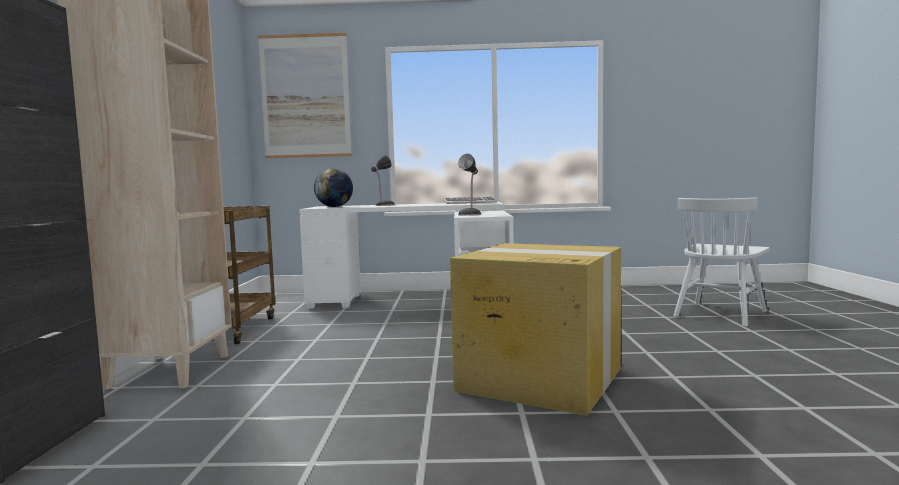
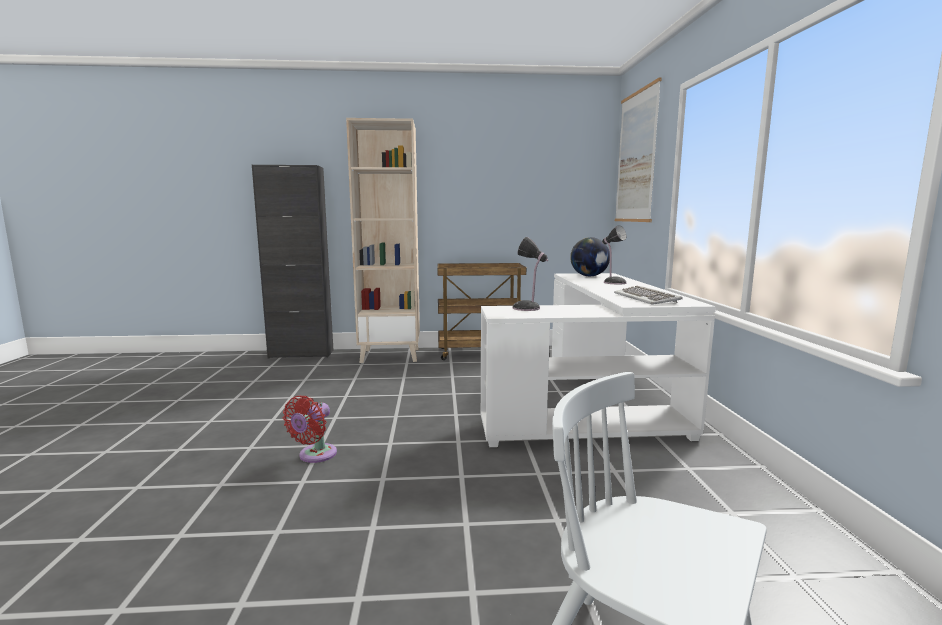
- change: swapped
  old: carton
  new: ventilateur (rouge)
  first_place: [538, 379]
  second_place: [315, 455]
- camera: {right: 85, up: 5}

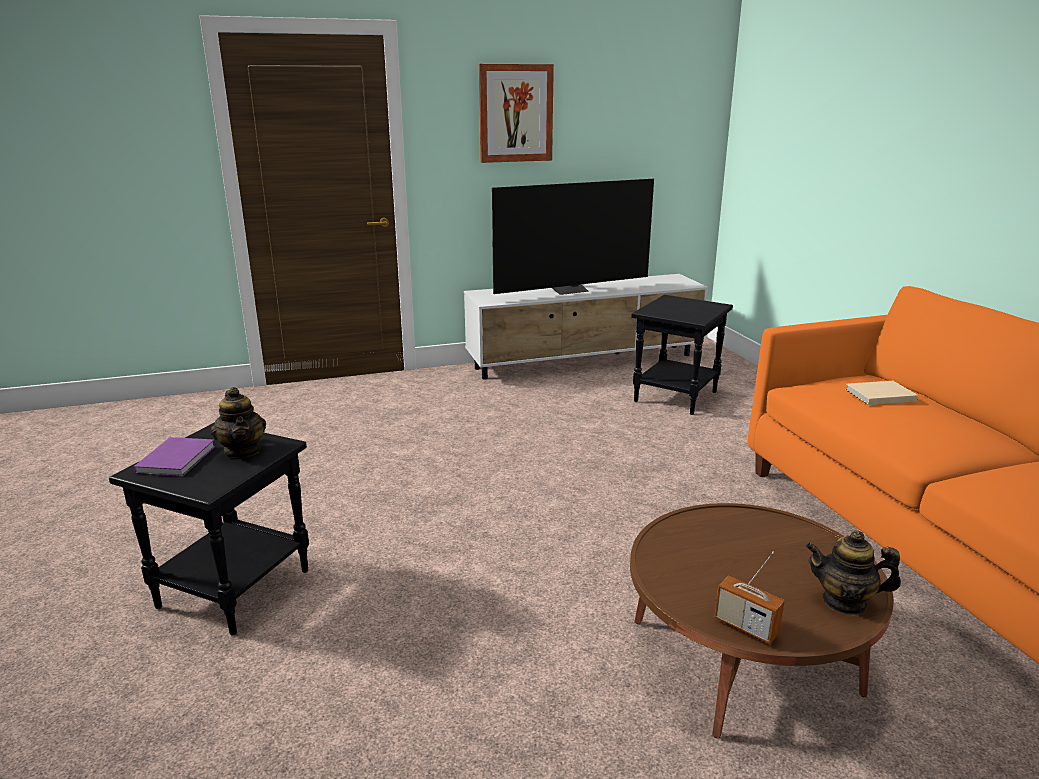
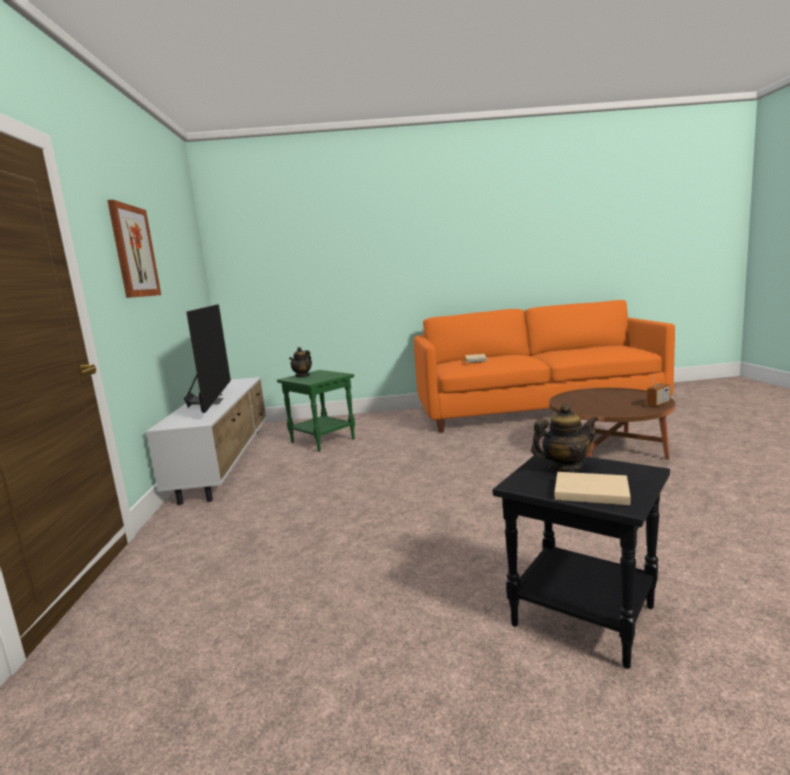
- change: repainted
  old: table d'appoint (noir)
  new: table d'appoint (vert)
  first_place: [676, 397]
  second_place: [324, 440]
- change: repainted
  old: livre (violet)
  new: livre (beige)
  first_place: [178, 459]
  second_place: [589, 490]
- change: shifted
  old: théière
  first_place: [844, 602]
  second_place: [302, 376]
- camera: {right: -75, up: -10}

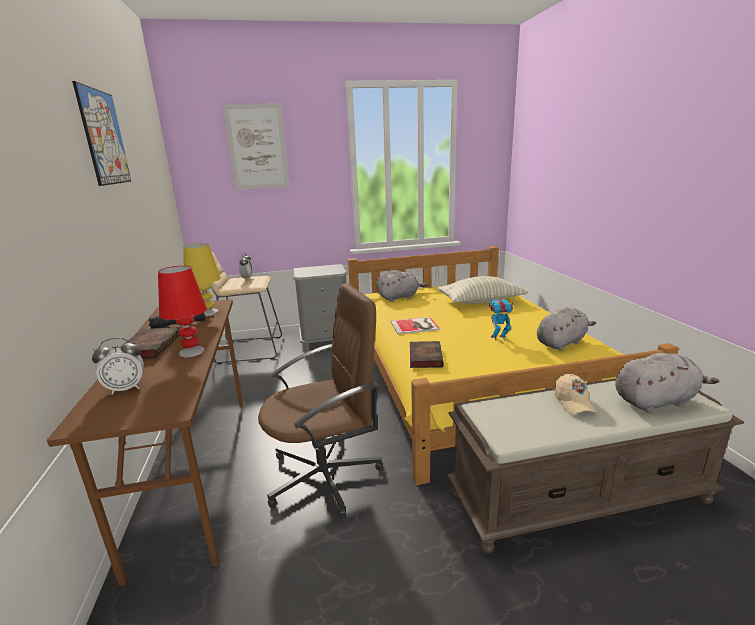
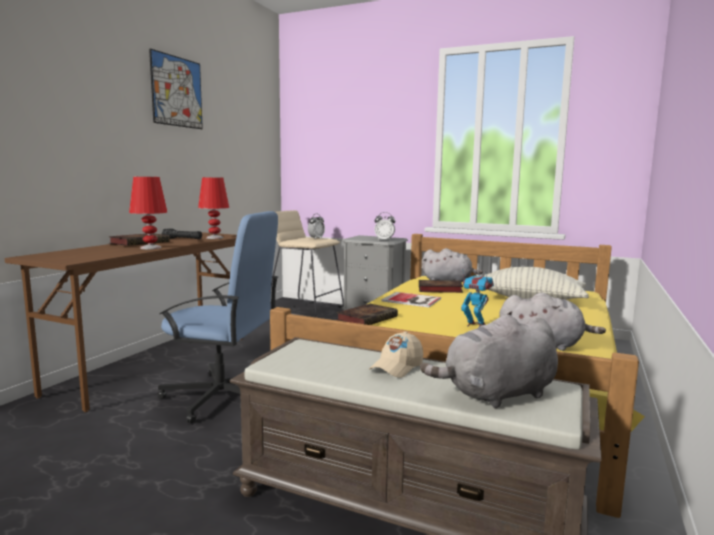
- change: gone
  old: tableau
  first_place: [257, 147]
- change: repainted
  old: lampe de table (jaune)
  new: lampe de table (rouge)
  first_place: [208, 312]
  second_place: [214, 237]
- change: repainted
  old: chaise de bureau (marron)
  new: chaise de bureau (bleu)
  first_place: [325, 475]
  second_place: [222, 397]
- change: shifted
  old: réveil
  first_place: [126, 388]
  second_place: [384, 240]
- change: rotated
  old: peluche (gris)
  first_place: [656, 401]
  second_place: [496, 395]
  degrees: 135
- change: new
  new: livre
  second_place: [438, 289]
- camera: {right: 35, up: -10}

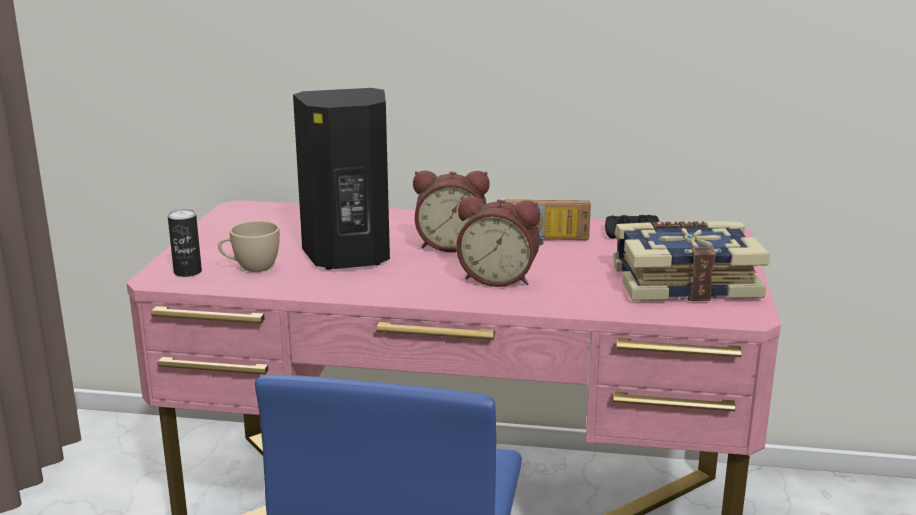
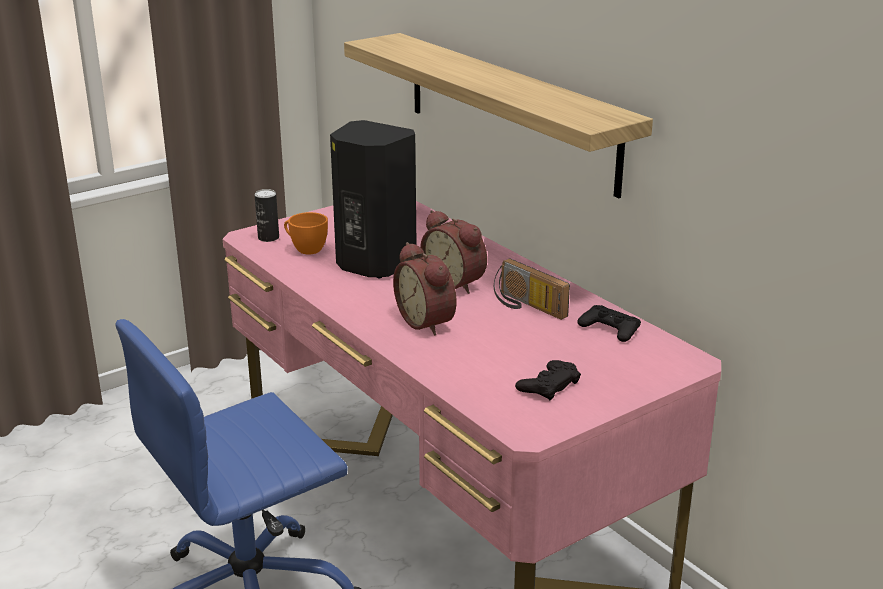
- change: repainted
  old: tasse (beige)
  new: tasse (orange)
  first_place: [251, 268]
  second_place: [305, 249]
- change: swapped
  old: livre
  new: manette (noir)
  first_place: [684, 282]
  second_place: [548, 385]
- change: new
  new: étagère
  second_place: [509, 110]
- camera: {right: 45, up: 5}

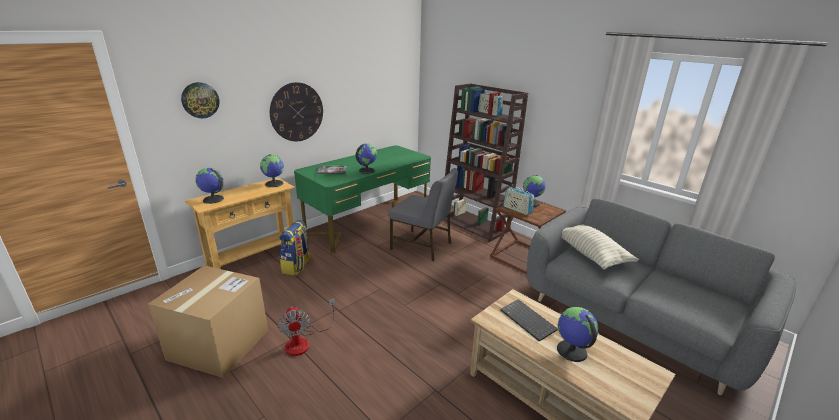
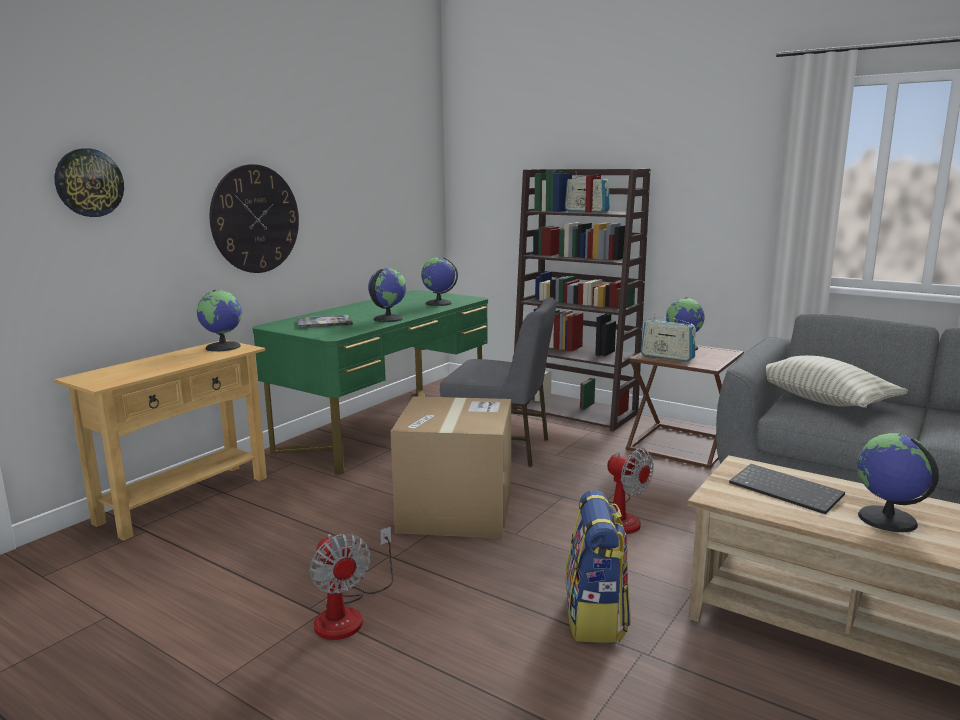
- change: shifted
  old: globe
  first_place: [213, 199]
  second_place: [439, 303]
- change: shifted
  old: sac à dos
  first_place: [297, 266]
  second_place: [596, 618]
- change: shifted
  old: carton
  first_place: [219, 344]
  second_place: [456, 510]
- change: new
  new: ventilateur
  second_place: [620, 517]
- camera: {right: -10, up: -10}

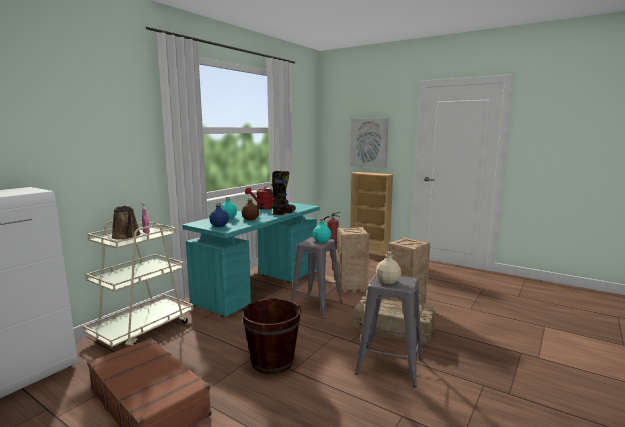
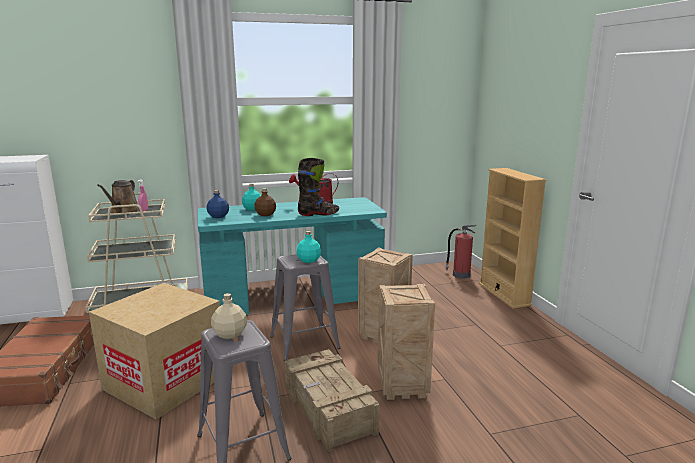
- change: gone
  old: tableau
  first_place: [369, 142]
- change: swapped
  old: seau (marron)
  new: carton
  first_place: [272, 361]
  second_place: [164, 382]
- camera: {right: 40, up: 5}

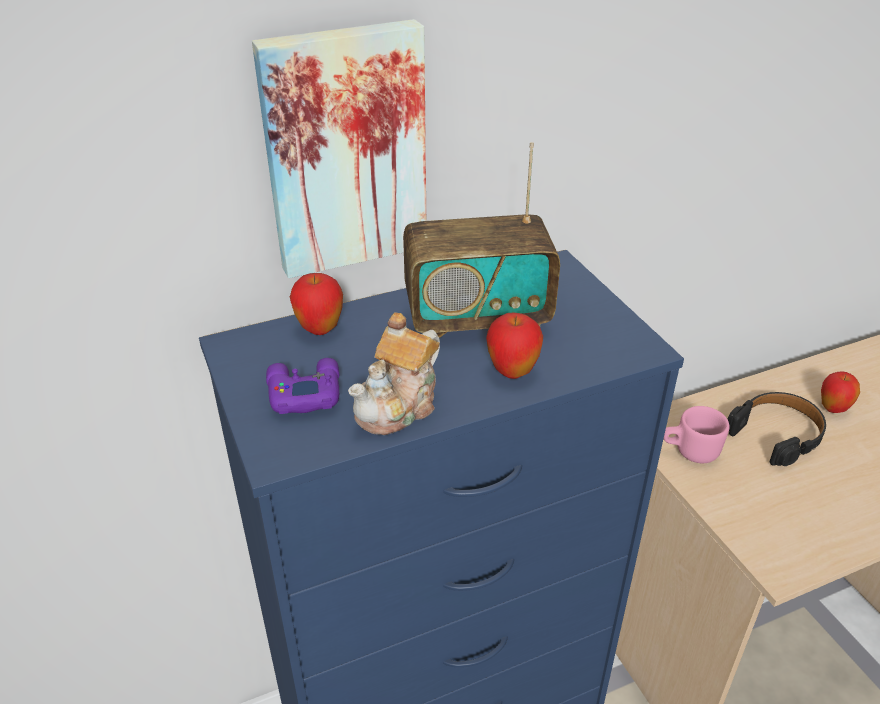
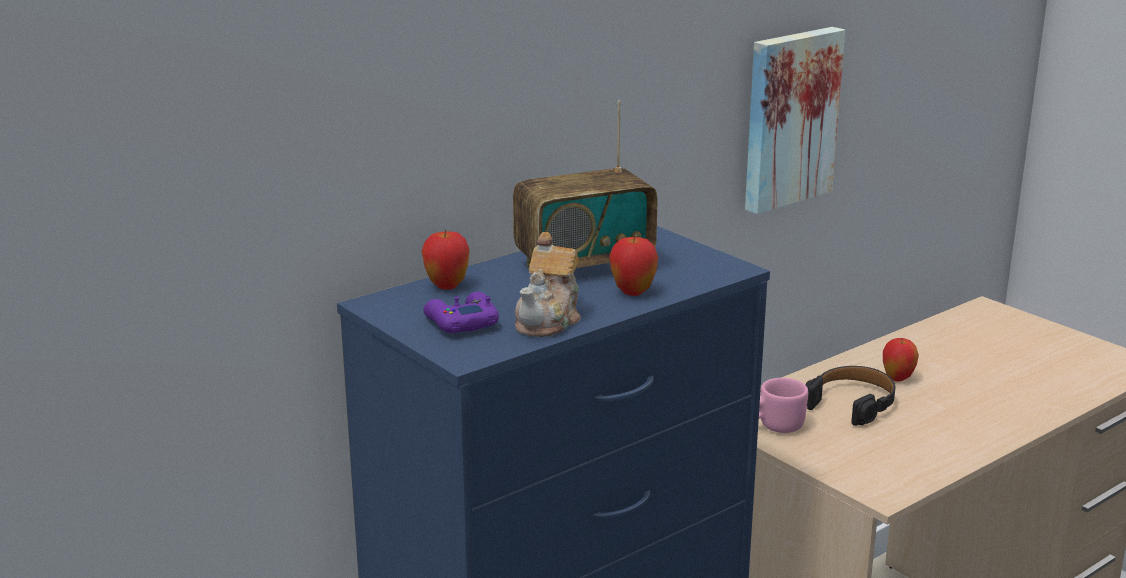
- change: shifted
  old: tableau
  first_place: [344, 150]
  second_place: [788, 118]
- camera: {right: -15, up: -15}

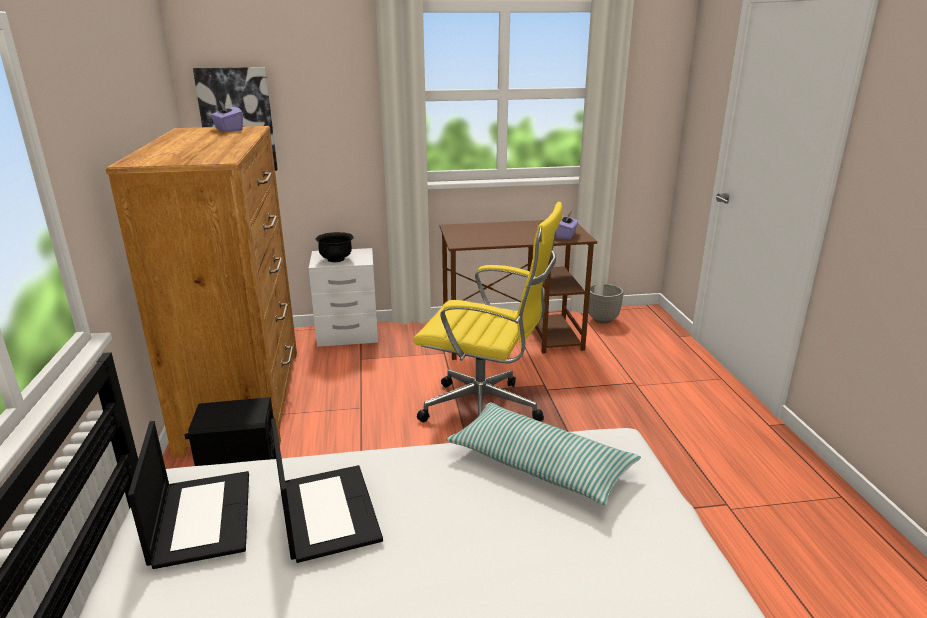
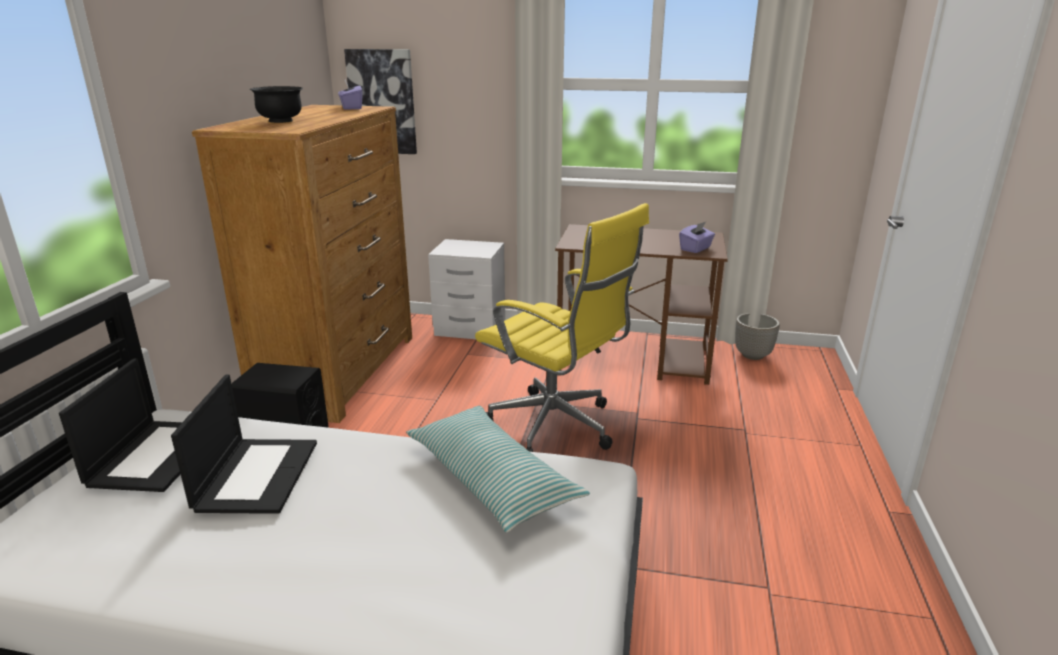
- change: shifted
  old: bol (noir)
  first_place: [336, 259]
  second_place: [280, 121]
- camera: {right: 20, up: 0}

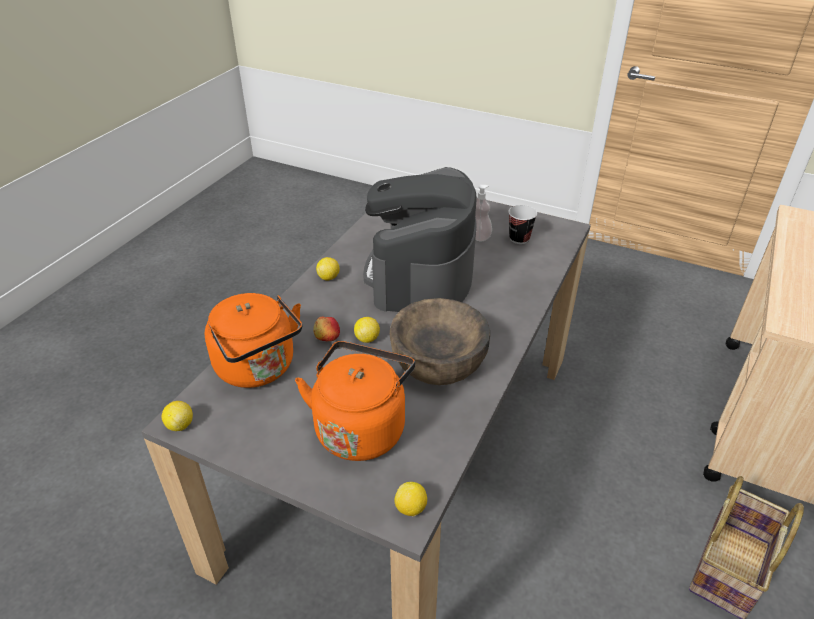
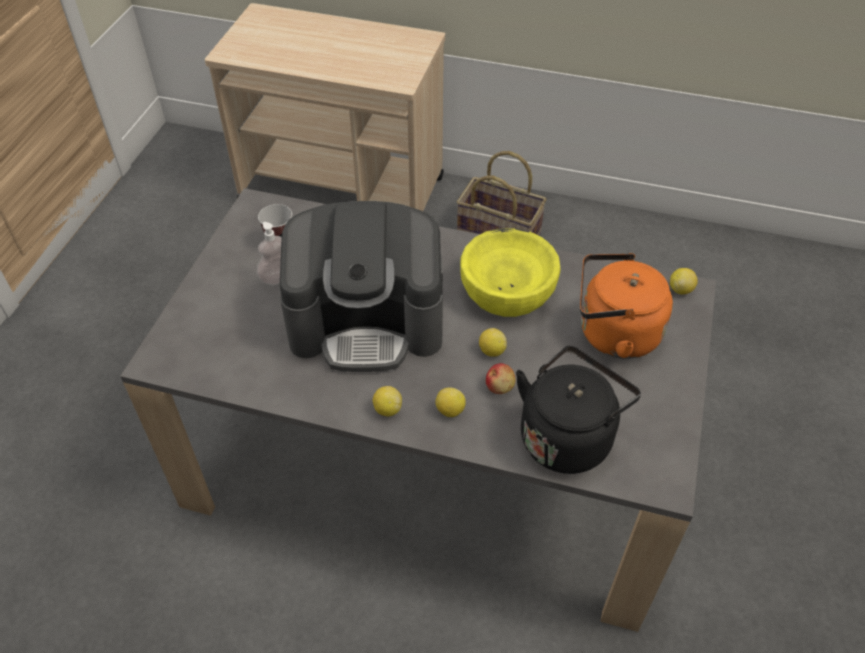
- change: repainted
  old: bouilloire (orange)
  new: bouilloire (noir)
  first_place: [259, 369]
  second_place: [568, 436]
- change: repainted
  old: bol (marron)
  new: bol (jaune)
  first_place: [438, 360]
  second_place: [507, 291]
- change: shifted
  old: citron
  first_place: [180, 425]
  second_place: [450, 410]
- camera: {right: -100, up: 10}

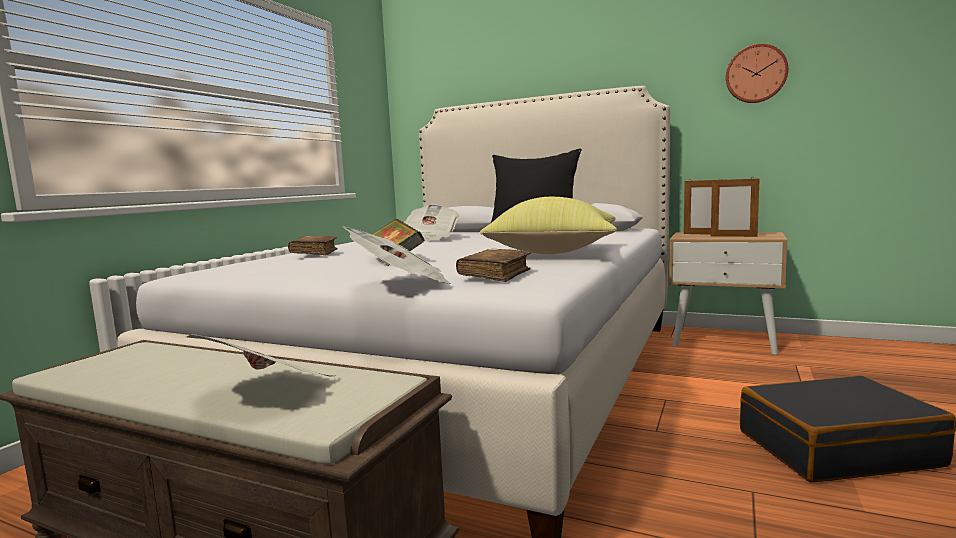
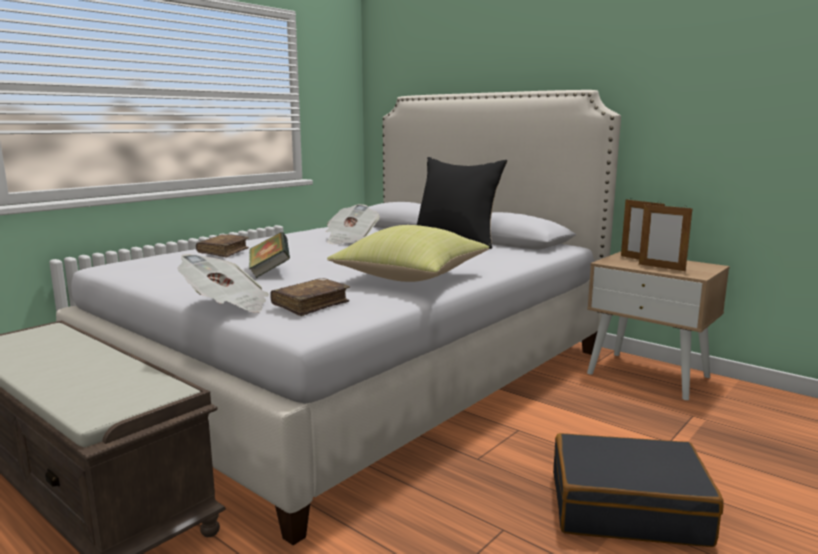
- change: gone
  old: horloge murale
  first_place: [756, 74]
- change: gone
  old: journal
  first_place: [269, 392]
- camera: {right: 15, up: 5}

